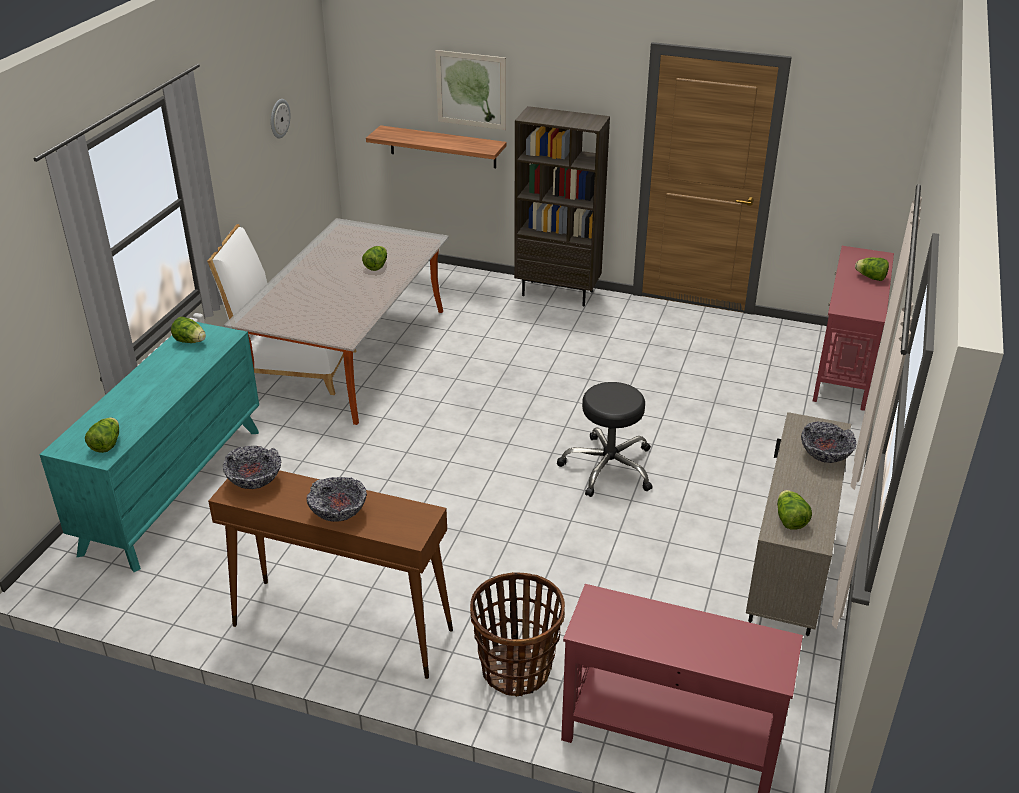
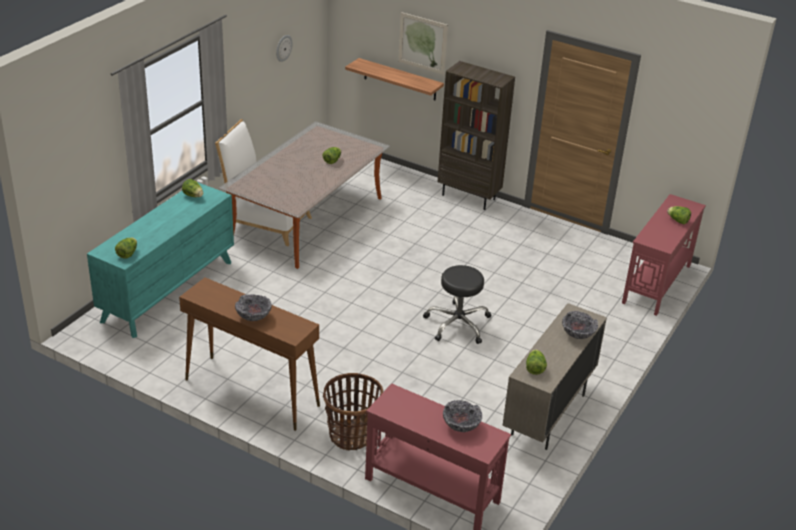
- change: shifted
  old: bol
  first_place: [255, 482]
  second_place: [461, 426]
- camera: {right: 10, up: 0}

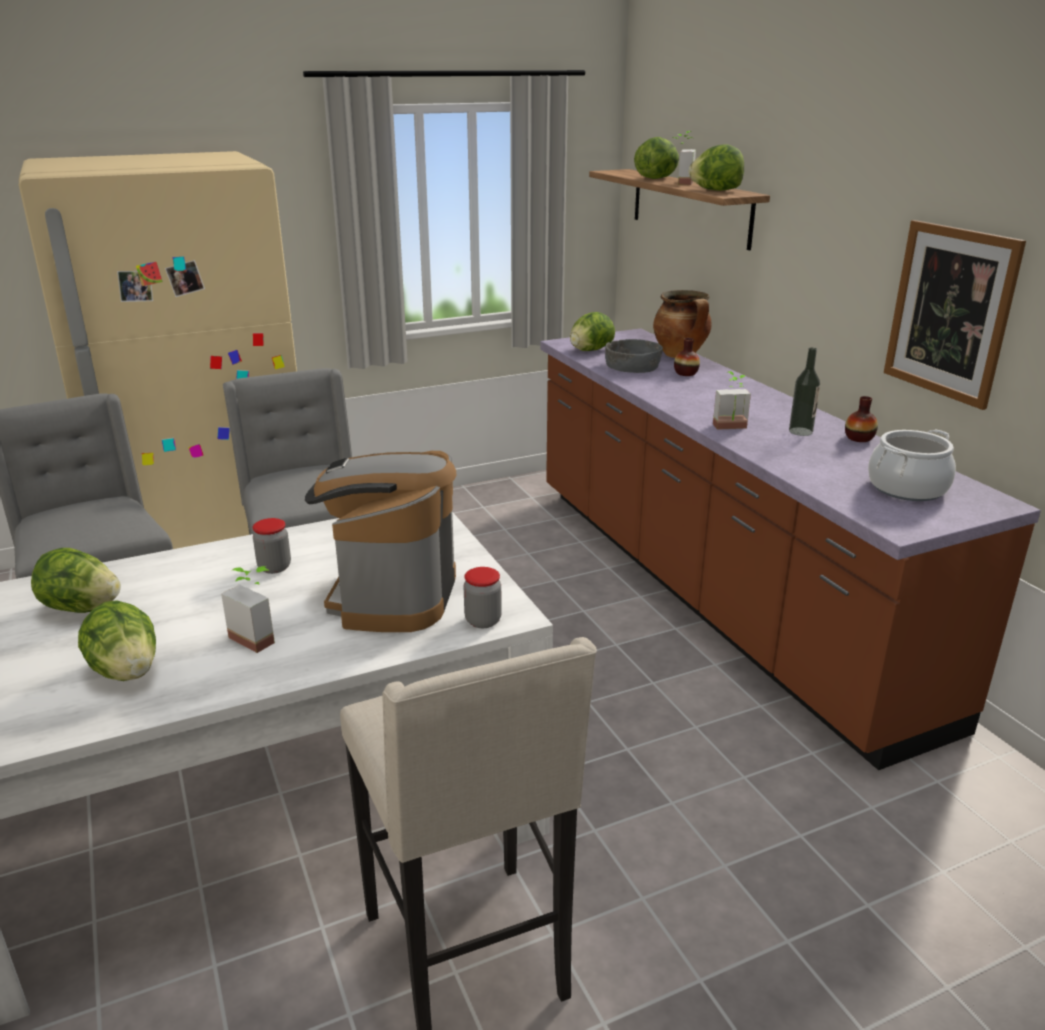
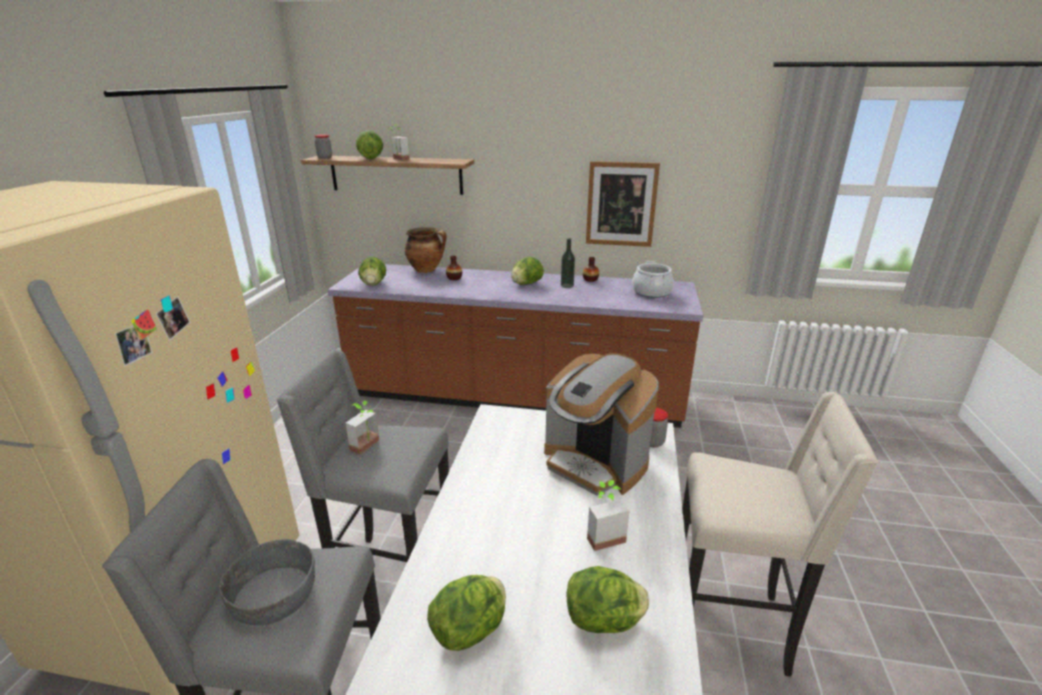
- change: shifted
  old: laitue
  first_place: [716, 190]
  second_place: [526, 284]
- change: shifted
  old: bol (gris)
  first_place: [633, 367]
  second_place: [275, 593]
- change: shifted
  old: plante en pot
  first_place: [731, 428]
  second_place: [369, 447]
- change: shifted
  old: bocal
  first_place: [274, 567]
  second_place: [325, 158]
- camera: {right: -55, up: 0}

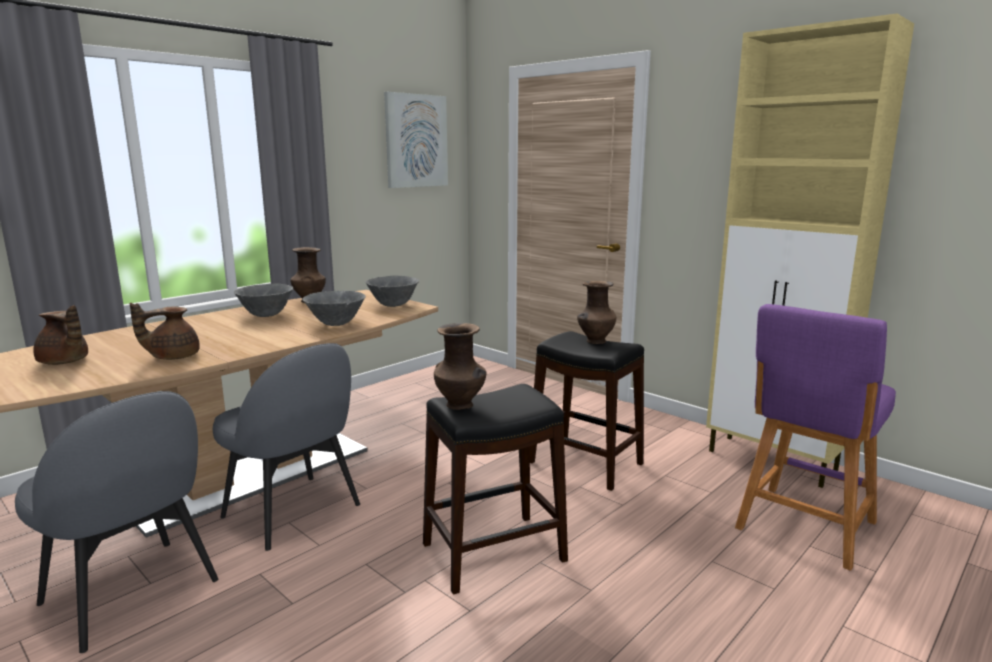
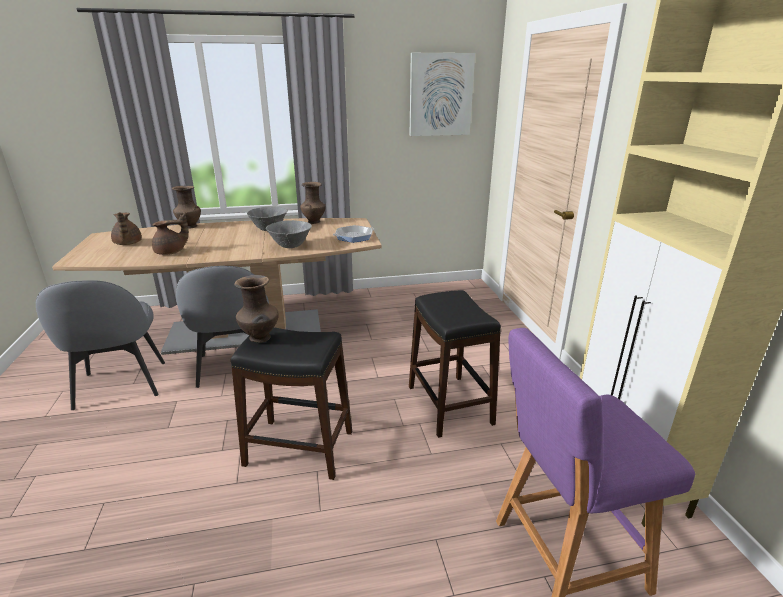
- change: swapped
  old: bol (gris)
  new: poêle
  first_place: [393, 305]
  second_place: [354, 237]
- change: shifted
  old: vase (marron)
  first_place: [595, 341]
  second_place: [189, 226]
- change: rotated
  old: théière (marron)
  first_place: [173, 357]
  second_place: [171, 252]
  degrees: 150
- camera: {right: 35, up: 10}

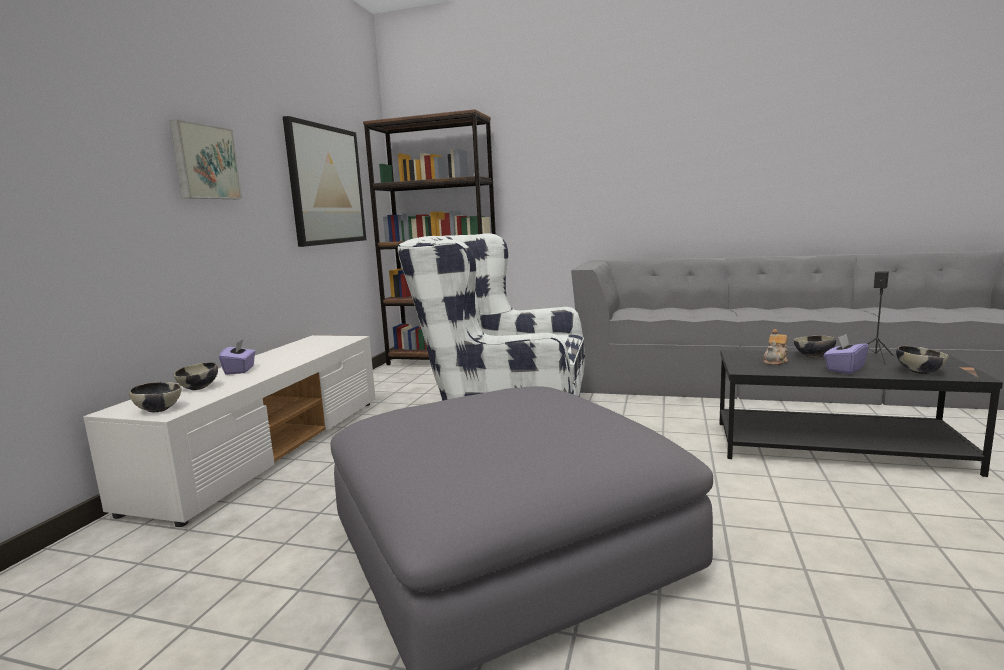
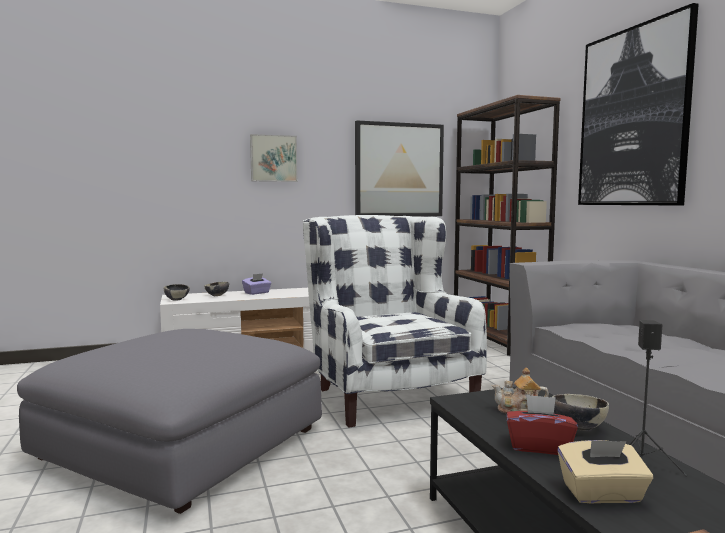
- change: repainted
  old: boîte à mouchoirs (violet)
  new: boîte à mouchoirs (rouge)
  first_place: [844, 369]
  second_place: [539, 446]
- change: swapped
  old: bol
  new: boîte à mouchoirs (beige)
  first_place: [919, 372]
  second_place: [602, 494]
- change: new
  new: tableau
  second_place: [632, 117]
- camera: {right: 55, up: -5}

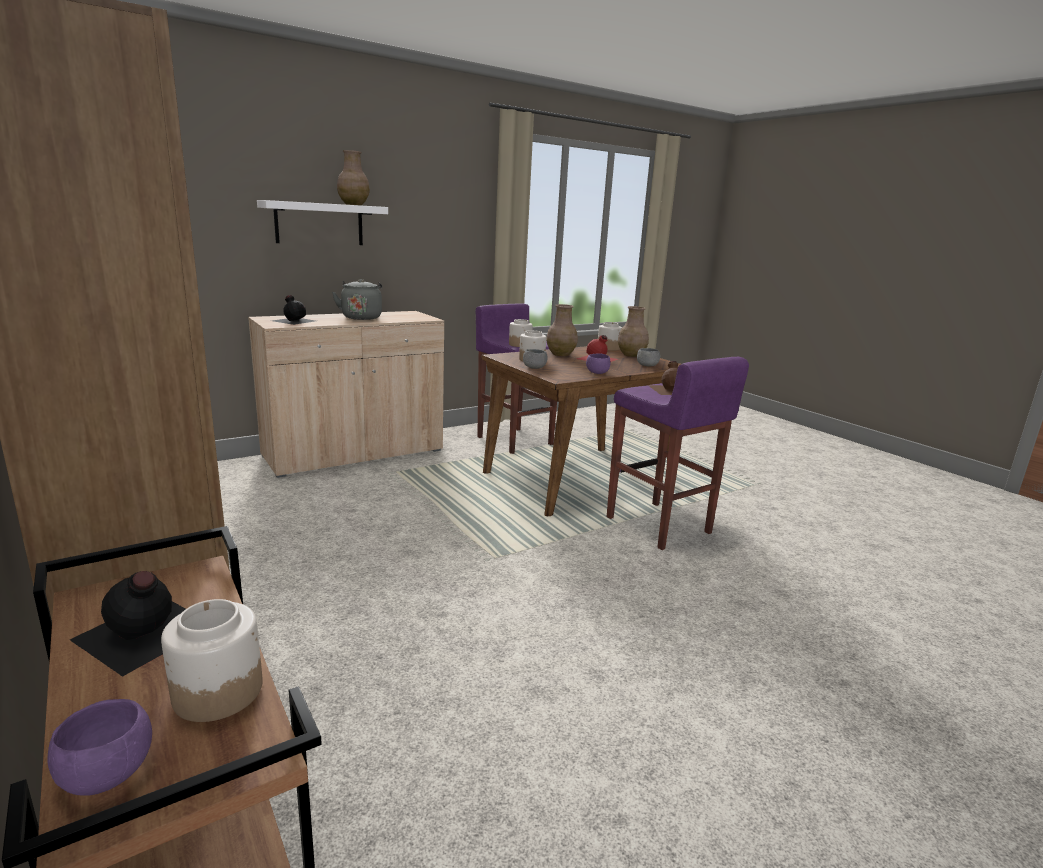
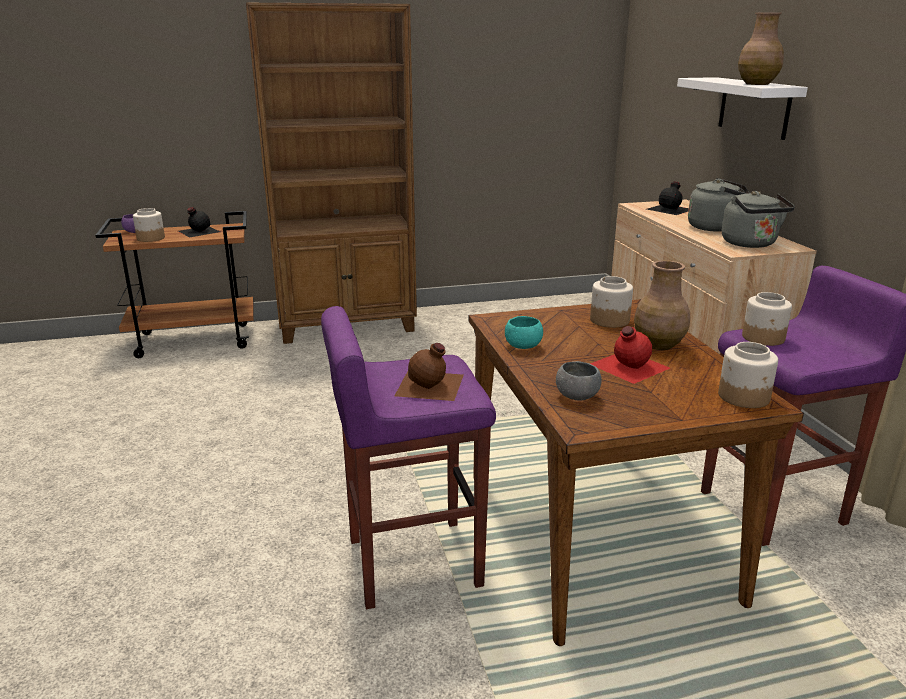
- change: gone
  old: vase (marron)
  first_place: [631, 355]
- change: gone
  old: bol (gris)
  first_place: [534, 368]
- change: repainted
  old: bol (violet)
  new: bol (turquoise)
  first_place: [597, 373]
  second_place: [523, 346]
- change: new
  new: bouilloire (gris)
  second_place: [751, 244]
- camera: {right: 110, up: 5}

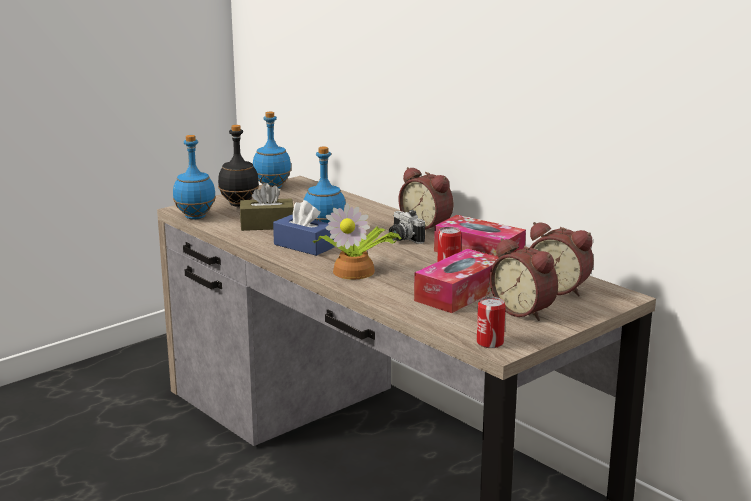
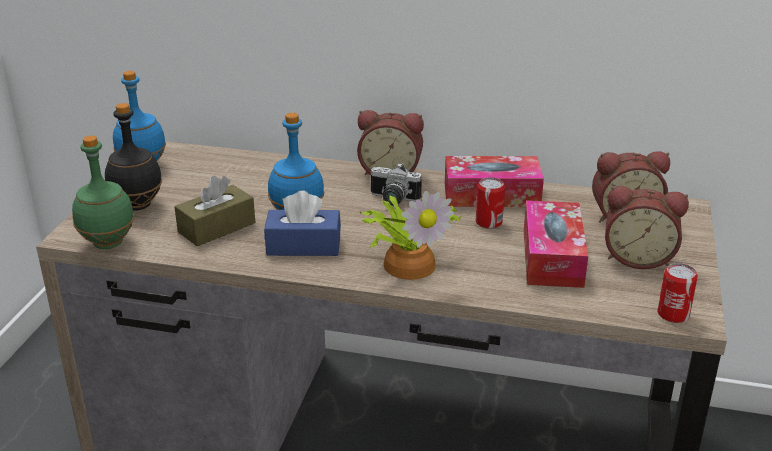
- change: repainted
  old: bouteille (bleu)
  new: bouteille (vert)
  first_place: [195, 217]
  second_place: [107, 243]
- camera: {right: -35, up: 10}

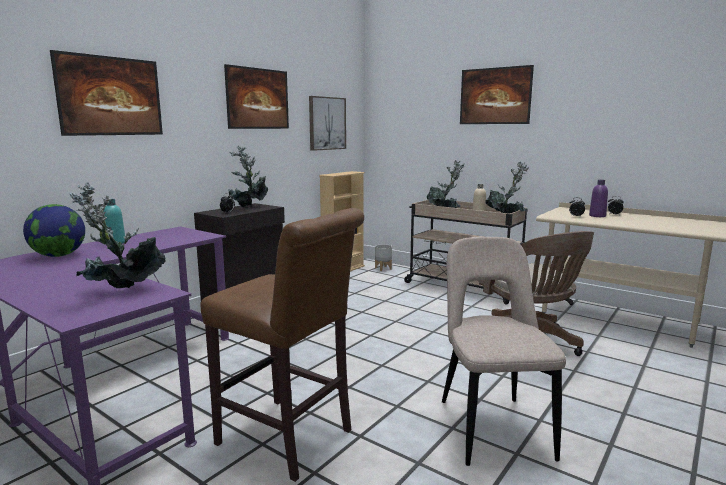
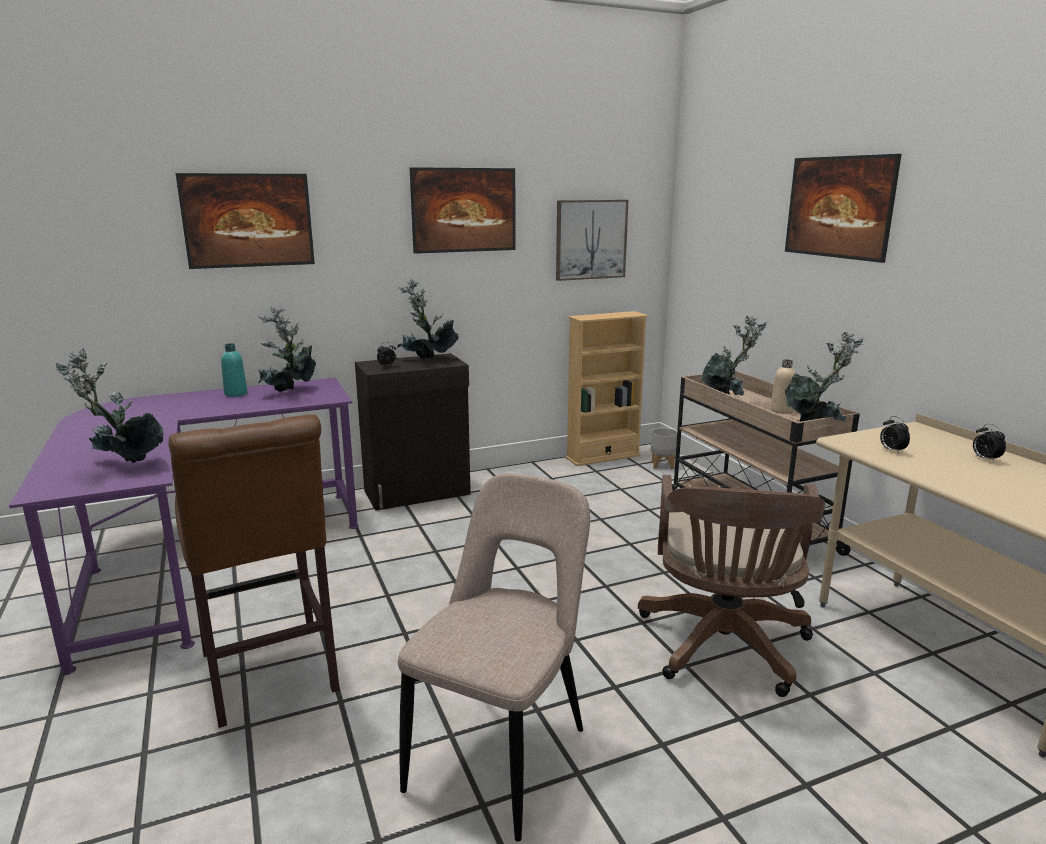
- change: gone
  old: bouteille (violet)
  first_place: [597, 216]
- change: gone
  old: globe
  first_place: [59, 255]
- change: new
  new: plante en pot
  second_place: [290, 392]
- camera: {right: 30, up: 5}

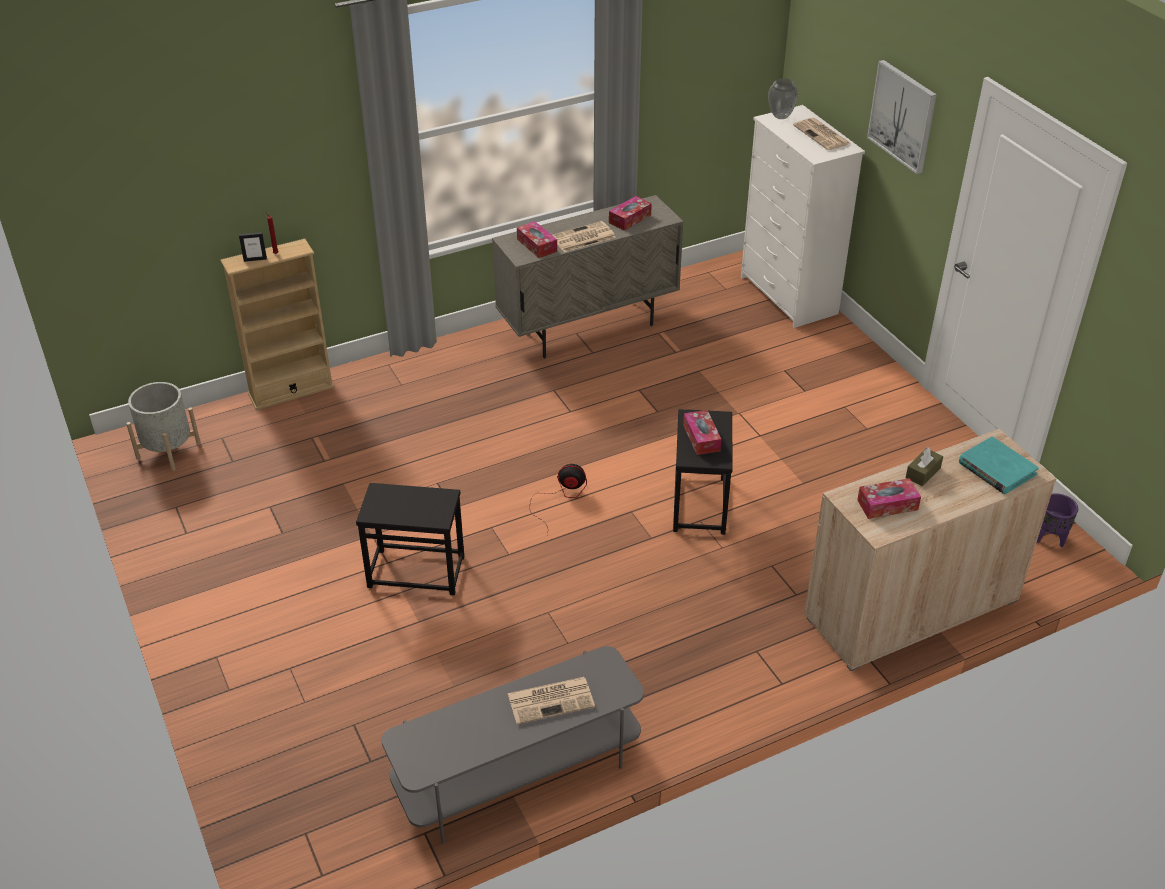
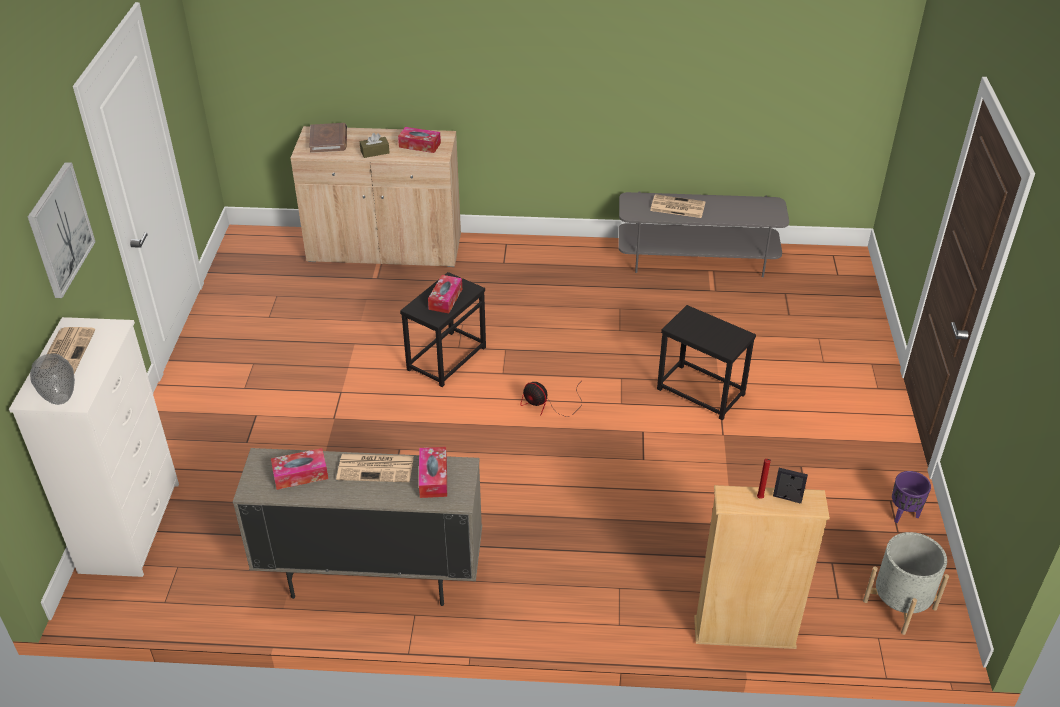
- change: repainted
  old: livre (turquoise)
  new: livre (marron)
  first_place: [996, 468]
  second_place: [328, 140]
- change: shifted
  old: cache-pot (violet)
  first_place: [1049, 539]
  second_place: [903, 514]
- camera: {right: -150, up: 0}

